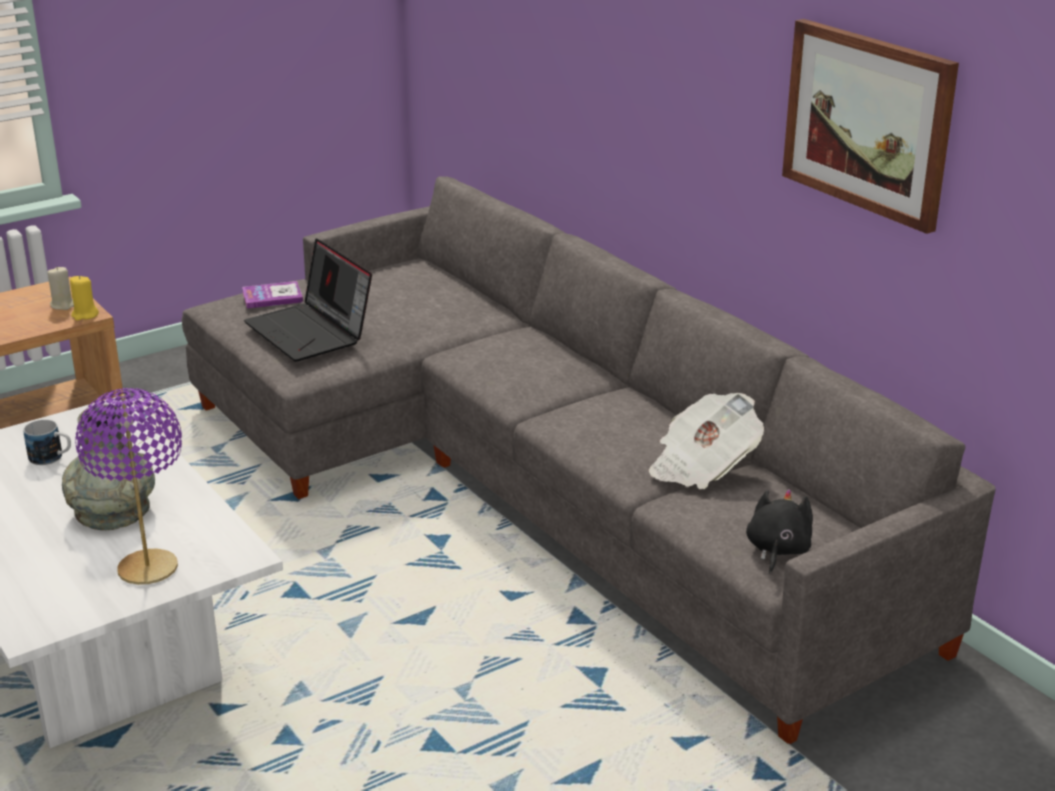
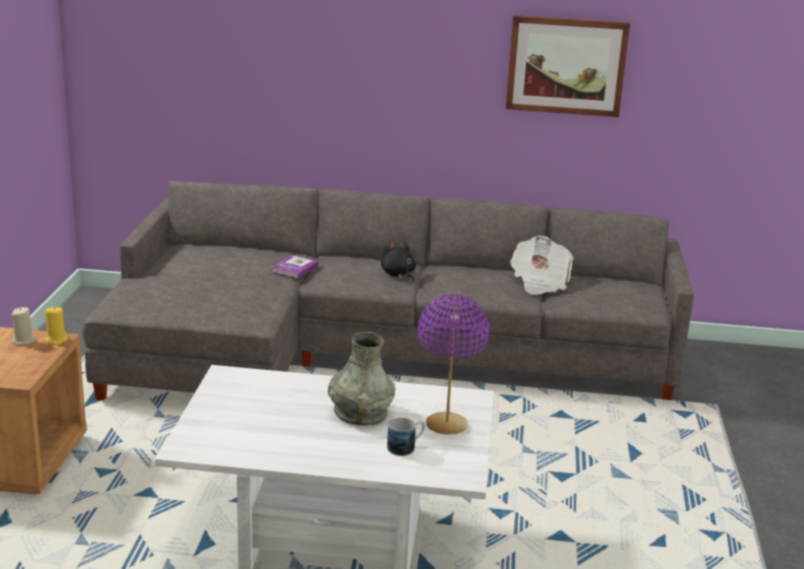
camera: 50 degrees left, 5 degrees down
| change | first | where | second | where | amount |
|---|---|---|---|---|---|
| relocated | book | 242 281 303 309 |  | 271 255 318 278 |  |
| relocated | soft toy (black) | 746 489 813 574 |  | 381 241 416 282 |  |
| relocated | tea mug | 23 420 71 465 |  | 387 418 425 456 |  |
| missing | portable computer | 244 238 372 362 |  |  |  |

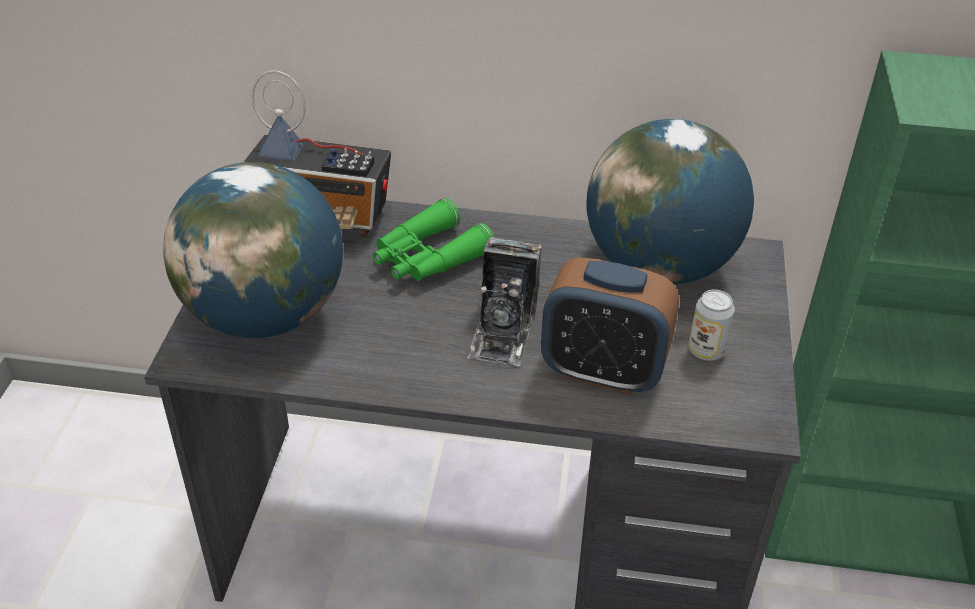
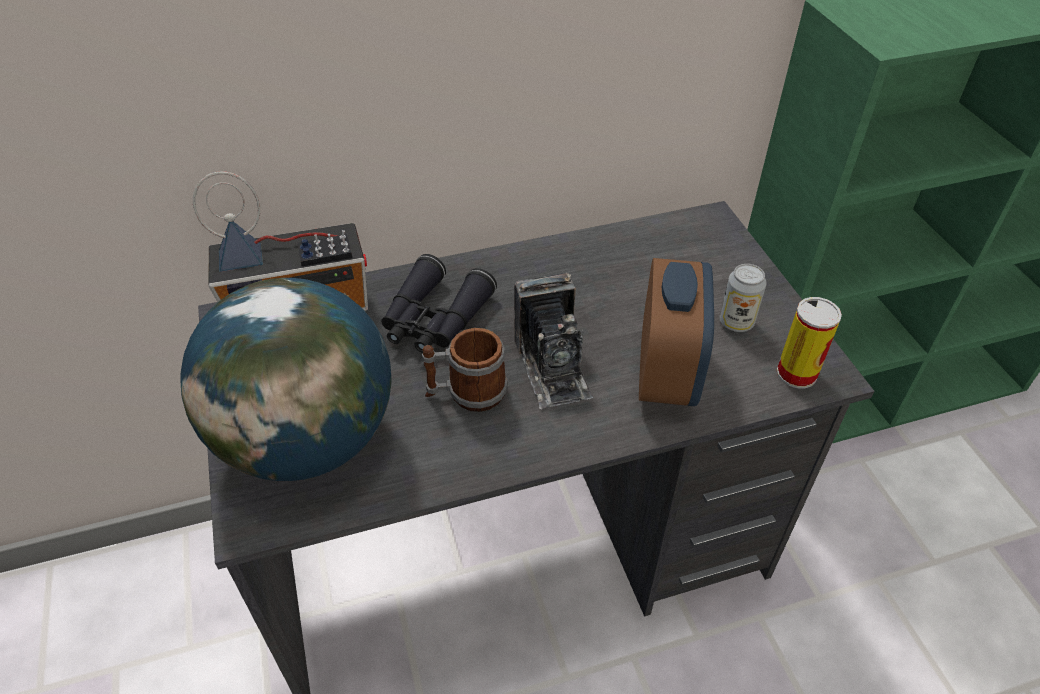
camera: 25 degrees left, 5 degrees up
| change | first | where | second | where | amount |
|---|---|---|---|---|---|
| colour | field glasses (green-coloured) | 373 198 495 281 | field glasses (black) | 381 254 497 353 |  |
| appeared |  |  | tea mug | 422 328 508 412 |  |
| spun | alarm clock | 541 257 679 394 |  | 639 258 714 406 | 75 degrees counterclockwise |
| appeared |  |  | can | 777 297 842 389 |  |
| missing | desk globe | 586 119 754 285 |  |  |  |

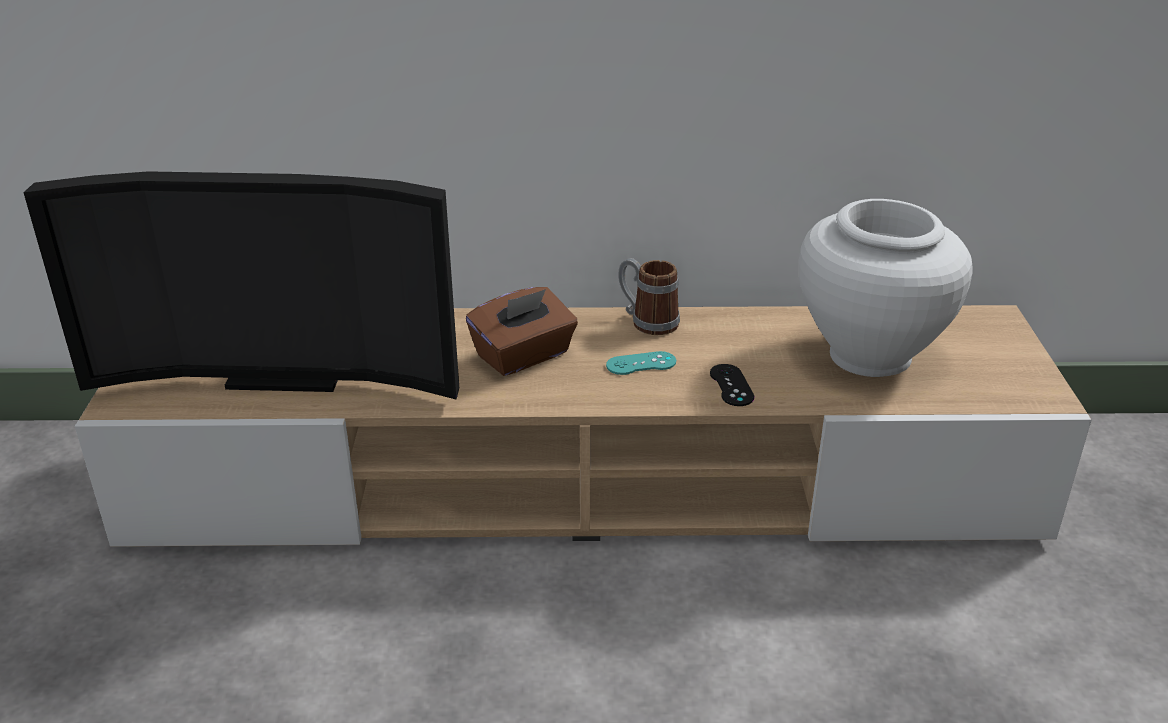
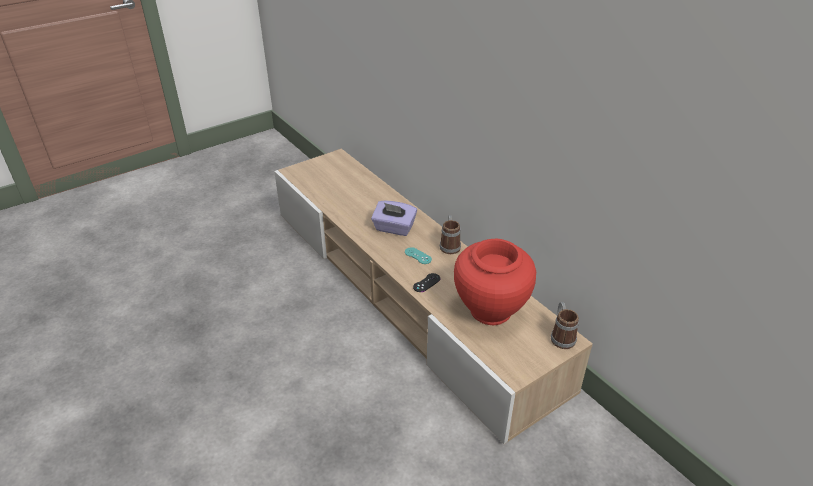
camera: 55 degrees right, 5 degrees up
| change | first | where | second | where | amount |
|---|---|---|---|---|---|
| colour | box of tissues (brown-coloured) | 466 287 578 376 | box of tissues (purple) | 371 200 417 236 |  |
| colour | flower vase (white-coloured) | 799 199 973 377 | flower vase (reddish) | 454 239 536 325 |  |
| appeared |  |  | tea mug | 551 302 579 349 |  |
| missing | TV set | 23 171 459 400 |  |  |  |

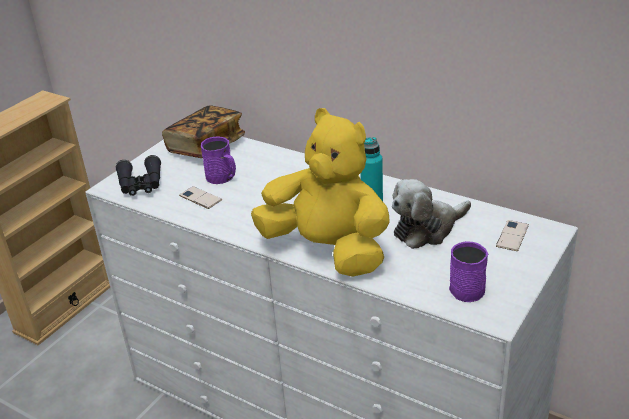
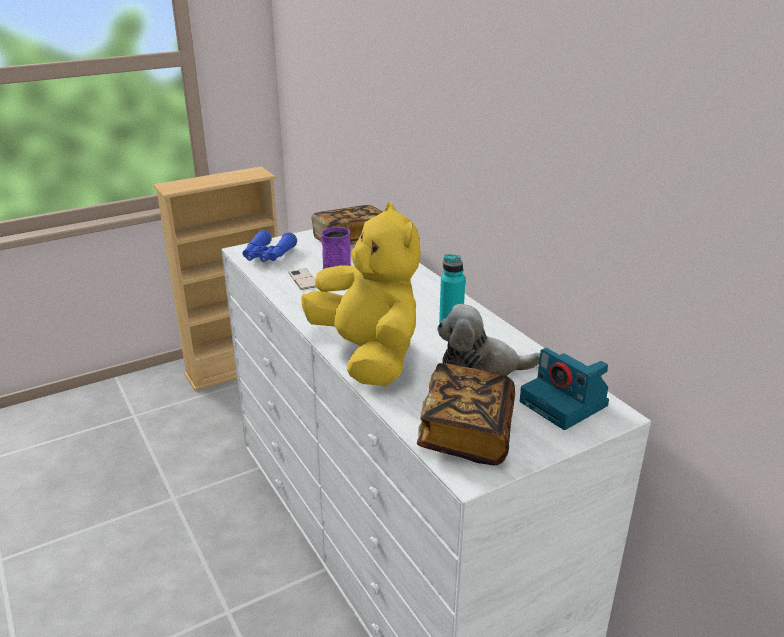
camera: 25 degrees right, 5 degrees down
| change | first | where | second | where | amount |
|---|---|---|---|---|---|
| colour | field glasses (black) | 116 155 161 196 | field glasses (blue) | 243 230 297 262 |  |
| exchanged | tea mug (purple) | 449 241 488 302 | book | 417 363 515 465 |  |
| exchanged | handset | 496 220 529 251 | still camera | 520 348 609 430 |  |

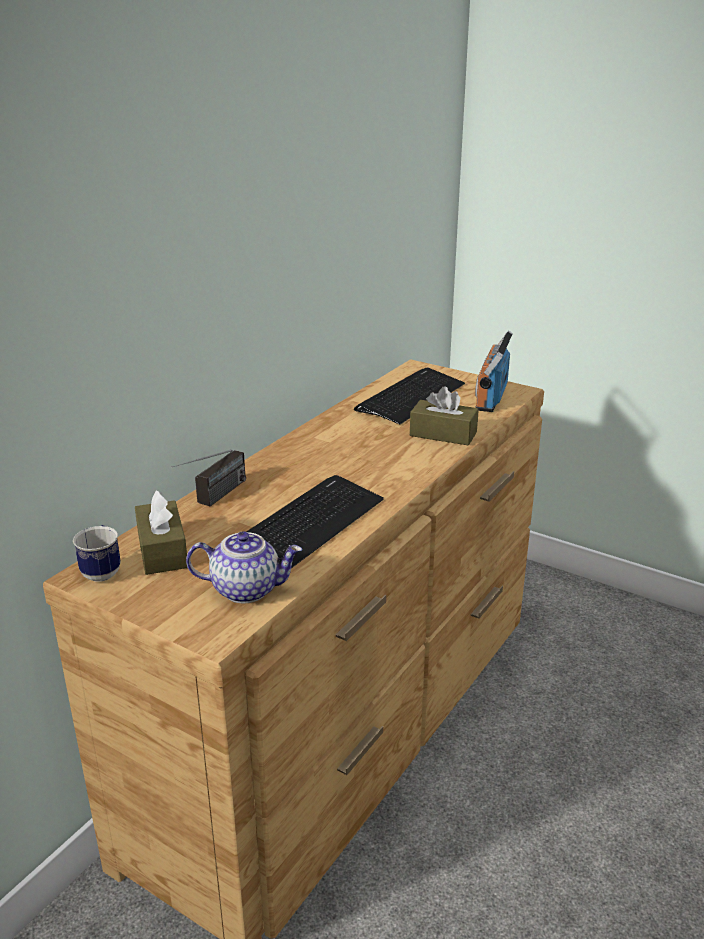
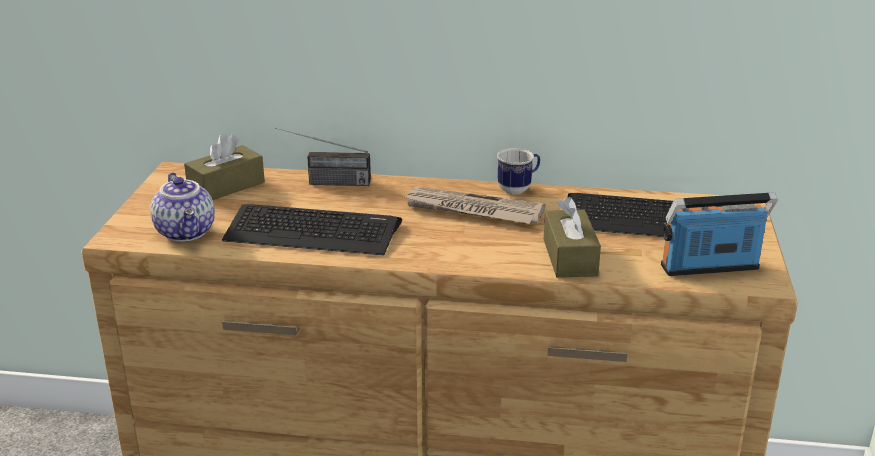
camera: 65 degrees right, 0 degrees up
| change | first | where | second | where | amount |
|---|---|---|---|---|---|
| appeared |  |  | daily paper | 403 187 545 224 |  |
| relocated | tea mug | 73 525 121 582 |  | 497 148 541 194 |  |

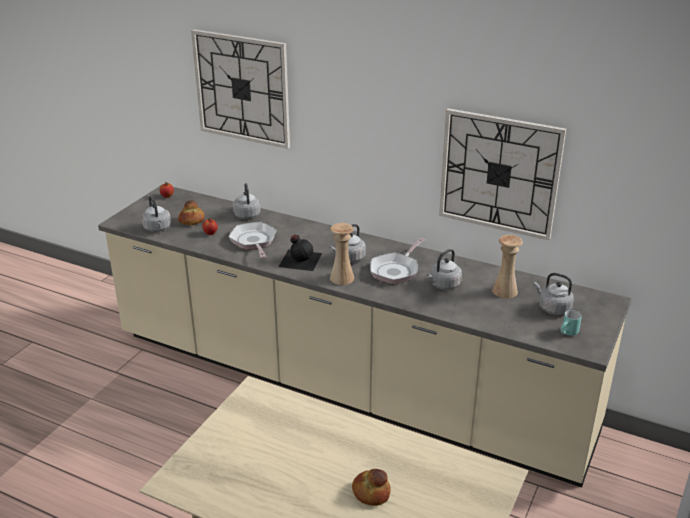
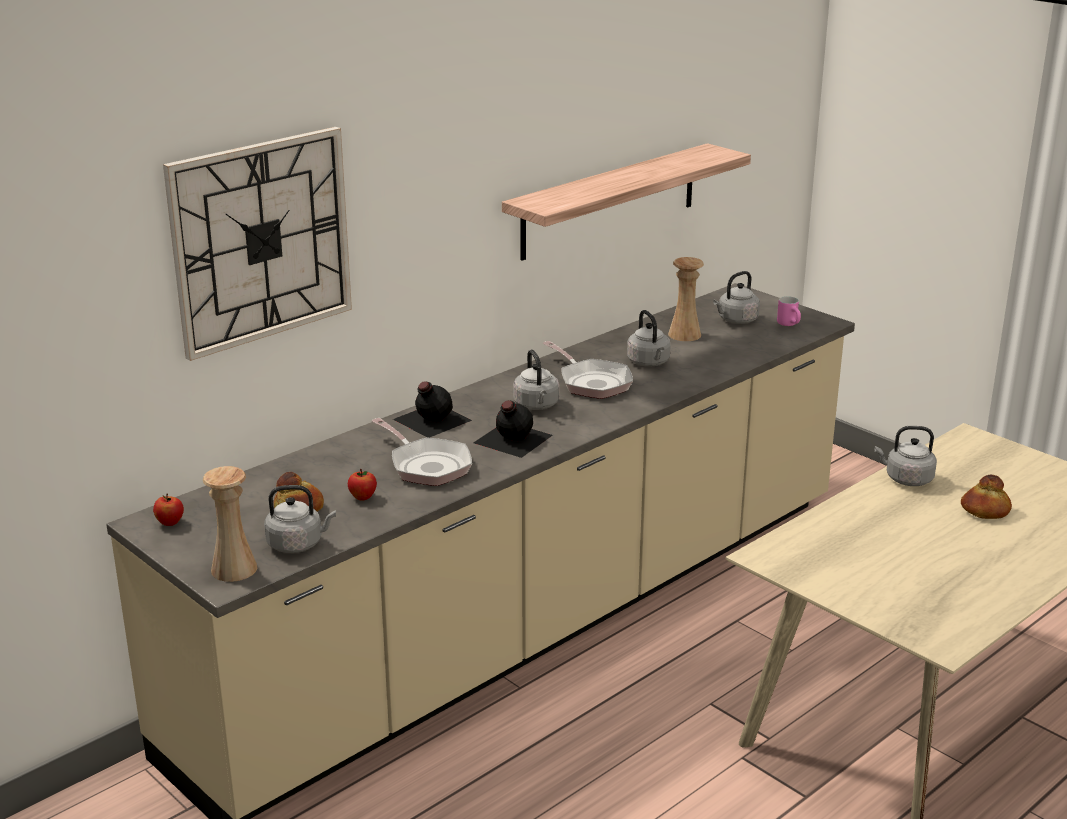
camera: 70 degrees left, 5 degrees down
| change | first | where | second | where | amount |
|---|---|---|---|---|---|
| relocated | flower vase (beige) | 330 223 354 285 |  | 203 466 257 582 |  |
| spun | frying pan | 229 222 277 258 |  | 372 418 472 486 | 135 degrees counterclockwise |
| appeared |  |  | bottle (black) | 393 381 472 438 |  |
| exchanged | clock on the wall | 439 108 566 240 | bracket shelf | 502 143 751 261 |  |
| colour | tea mug (blue-green) | 561 310 582 336 | tea mug (pink) | 777 296 801 326 |  |
| relocated | tea kettle (grey) | 233 183 260 219 |  | 874 426 937 486 |  |

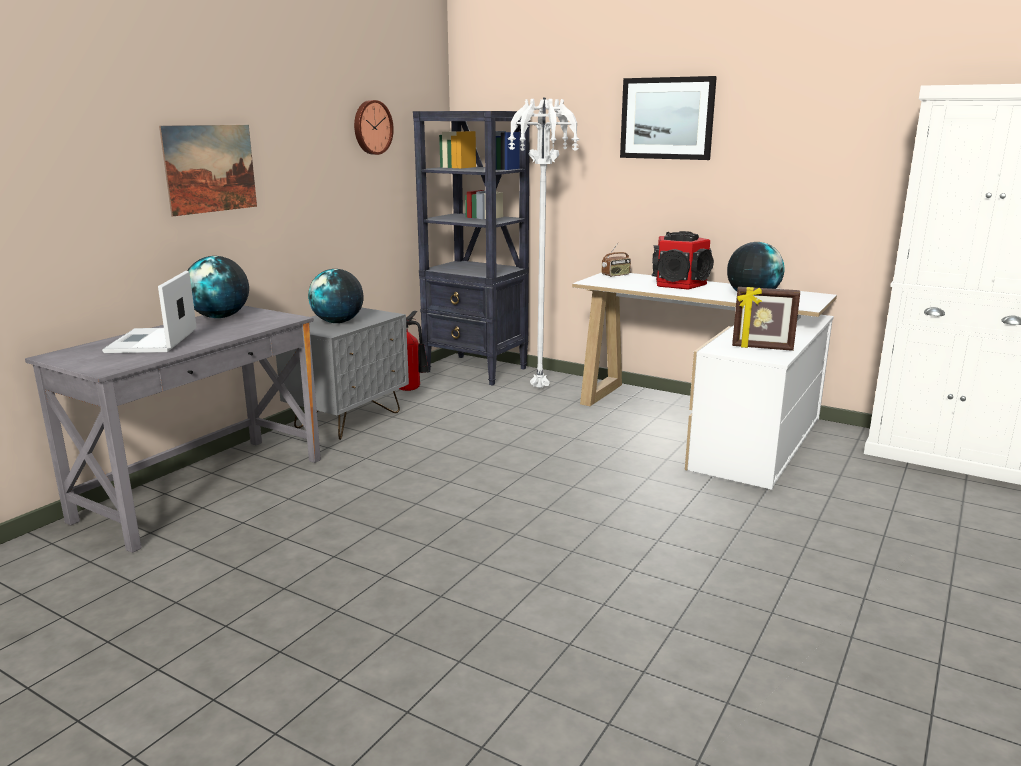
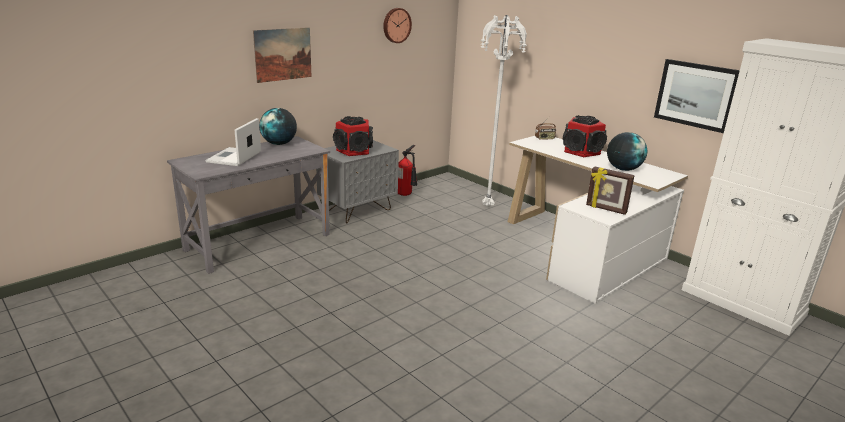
camera: 15 degrees right, 5 degrees up
| change | first | where | second | where | amount |
|---|---|---|---|---|---|
| exchanged | desk globe | 308 269 364 323 | speaker | 333 116 373 156 |  |
| relocated | picture | 620 76 717 160 |  | 654 59 740 133 |  |
| missing | bookshelf (black) | 413 111 530 386 |  |  |  |

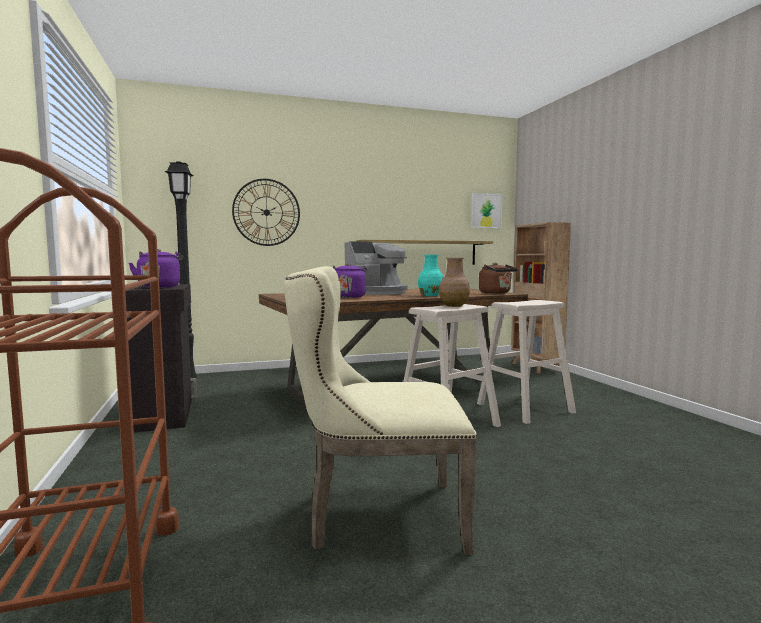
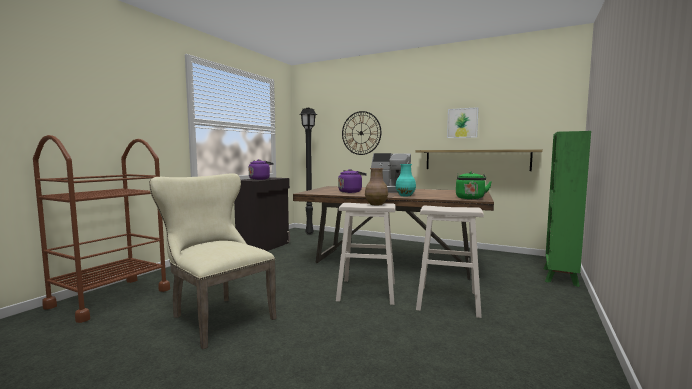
camera: 45 degrees right, 0 degrees up
| change | first | where | second | where | amount |
|---|---|---|---|---|---|
| relocated | picture | 471 193 503 228 |  | 447 107 479 138 |  |
| colour | tea kettle (brown-coloured) | 479 263 518 294 | tea kettle (green-coloured) | 456 172 492 199 |  |
| colour | bookshelf (brown-coloured) | 511 222 571 373 | bookshelf (green-coloured) | 543 131 591 287 |  |

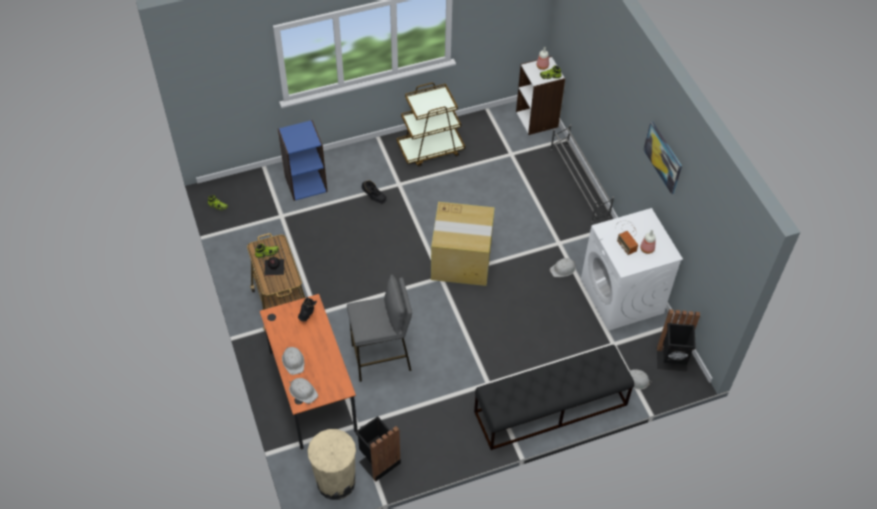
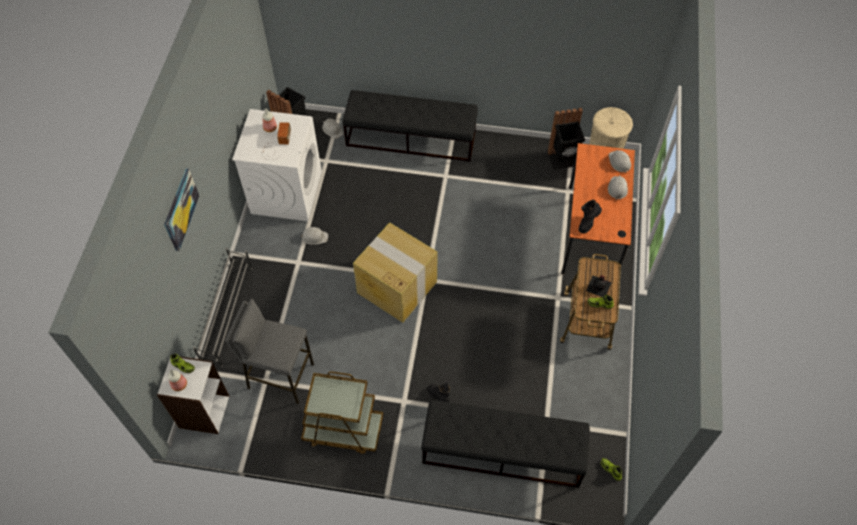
camera: 150 degrees left, 5 degrees up
| change | first | where | second | where | amount |
|---|---|---|---|---|---|
| relocated | picture | 643 122 682 194 |  | 164 169 199 251 |  |
| relocated | stool seat (grey) | 347 274 412 382 |  | 225 299 314 404 |  |
| exchanged | bookshelf (blue) | 278 120 327 201 | bench (black) | 421 400 590 488 |  |

